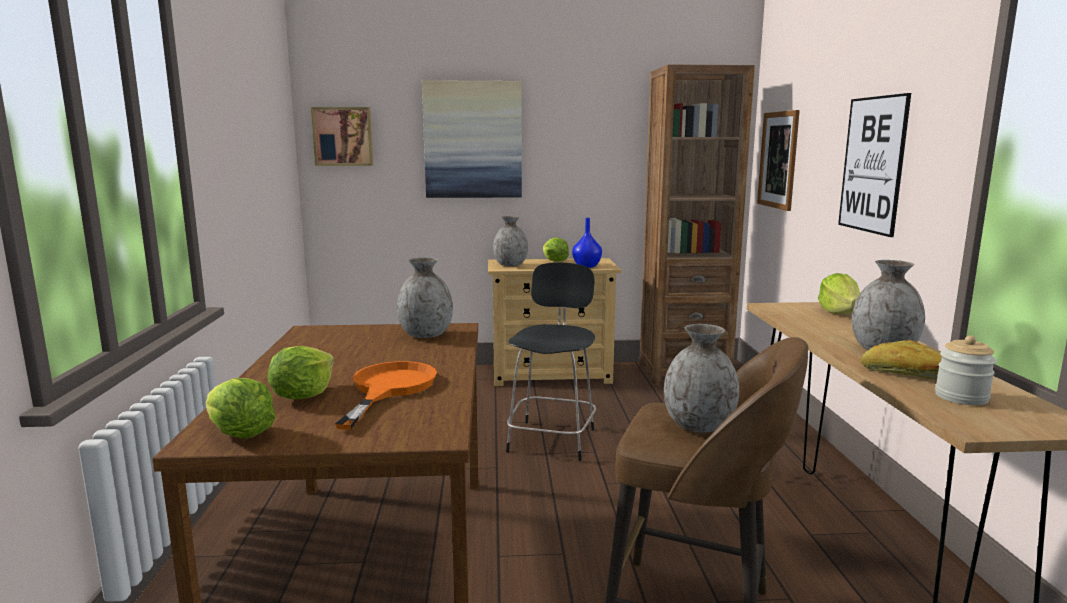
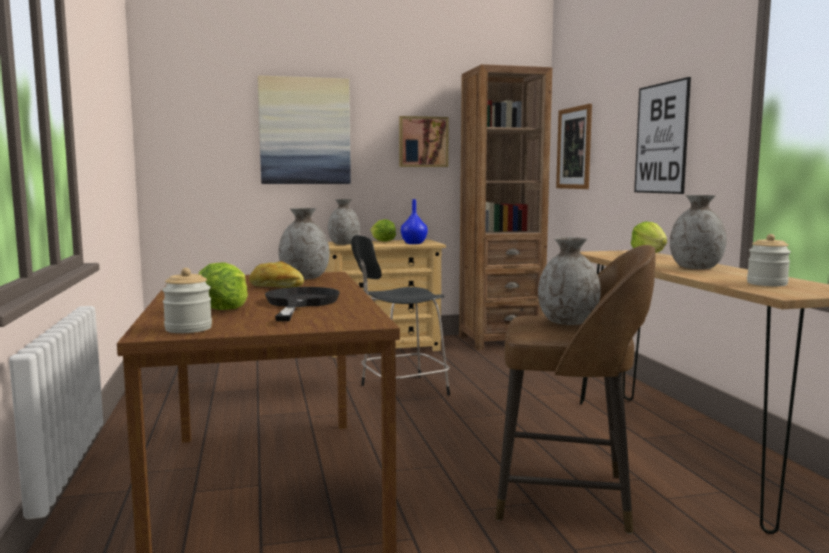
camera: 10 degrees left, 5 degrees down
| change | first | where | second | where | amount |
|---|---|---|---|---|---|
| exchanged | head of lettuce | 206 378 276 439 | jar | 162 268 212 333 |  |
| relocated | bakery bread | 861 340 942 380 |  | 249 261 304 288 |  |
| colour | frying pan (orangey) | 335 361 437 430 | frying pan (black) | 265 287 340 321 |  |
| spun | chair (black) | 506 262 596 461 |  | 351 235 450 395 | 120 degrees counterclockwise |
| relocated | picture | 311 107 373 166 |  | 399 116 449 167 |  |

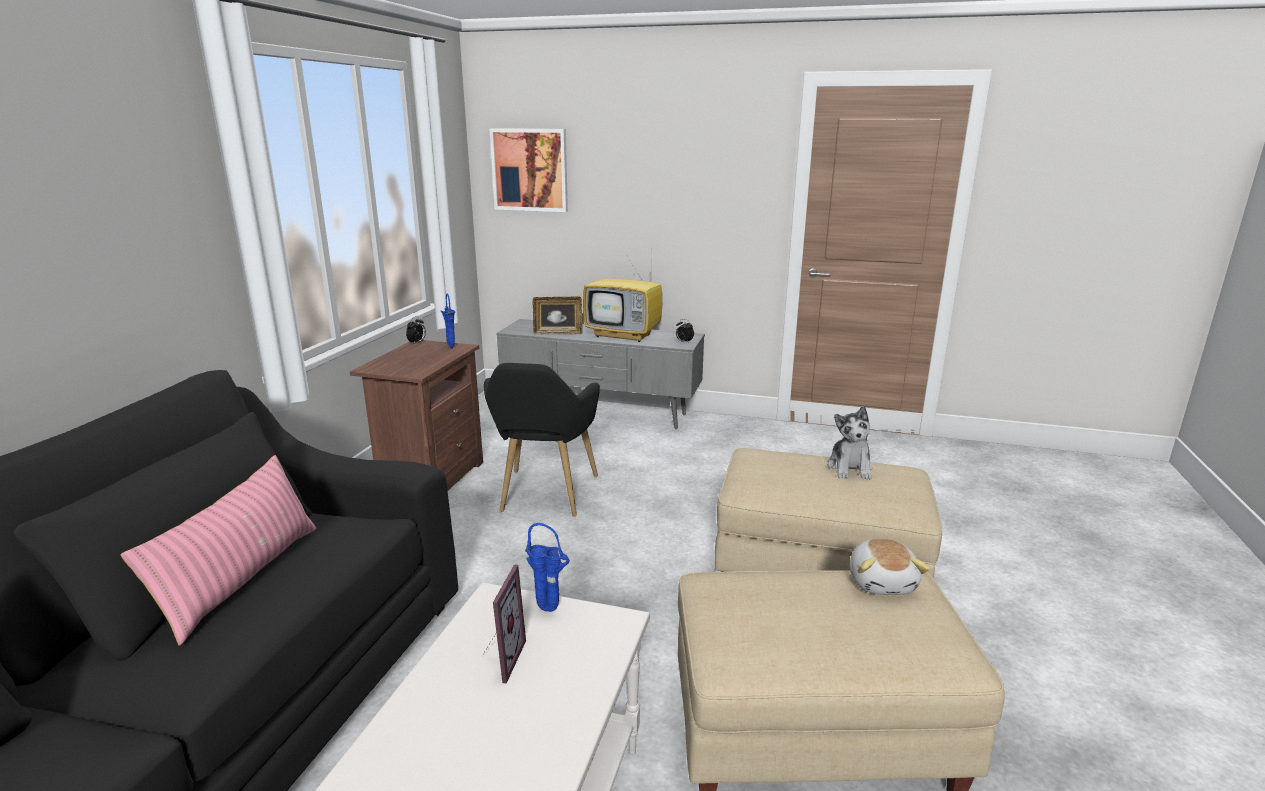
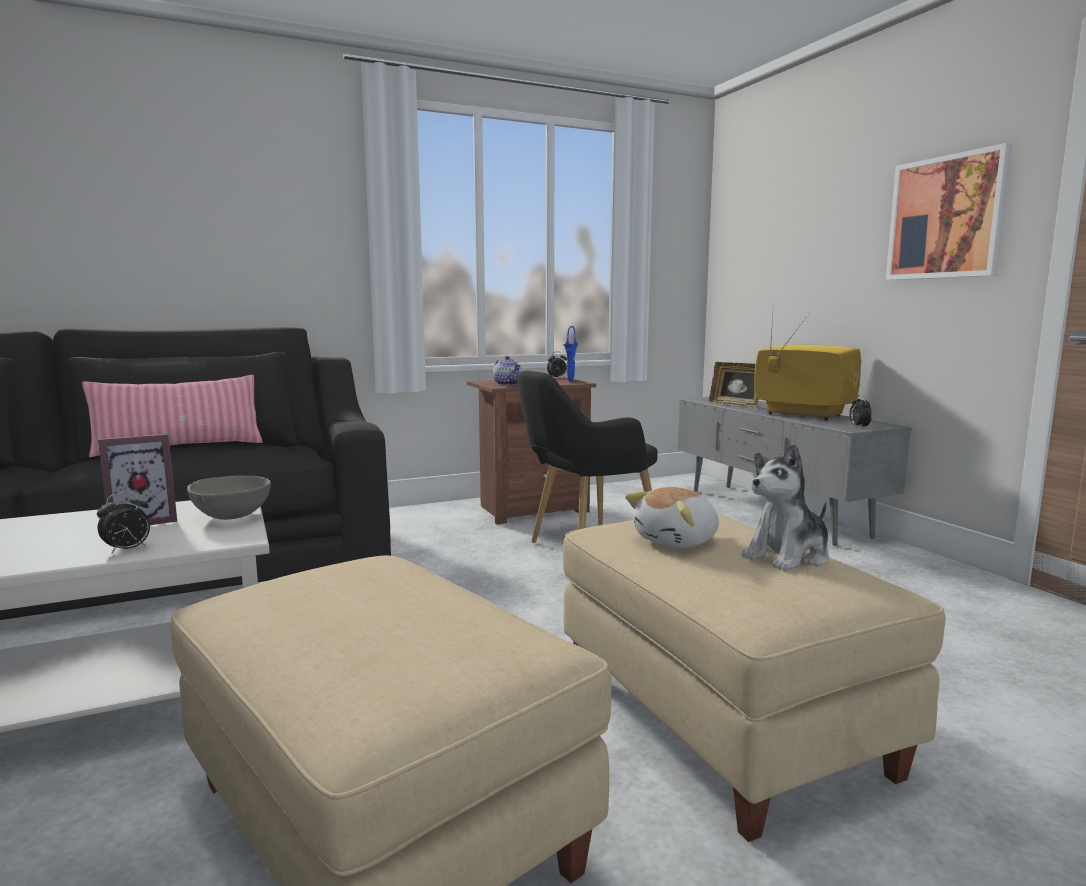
camera: 50 degrees right, 10 degrees down
| change | first | where | second | where | amount |
|---|---|---|---|---|---|
| appeared |  |  | alarm clock | 97 492 150 555 |  |
| exchanged | flower vase (blue) | 525 523 570 612 | serving bowl (grey) | 187 476 271 520 |  |
| appeared |  |  | teapot | 493 356 522 386 |  |
| relocated | soft toy | 850 539 930 595 |  | 625 487 719 548 |  |
| spun | TV set | 583 242 662 342 |  | 754 301 861 420 | 150 degrees clockwise |
| relocated | picture | 489 128 568 212 |  | 886 143 1012 280 |  |

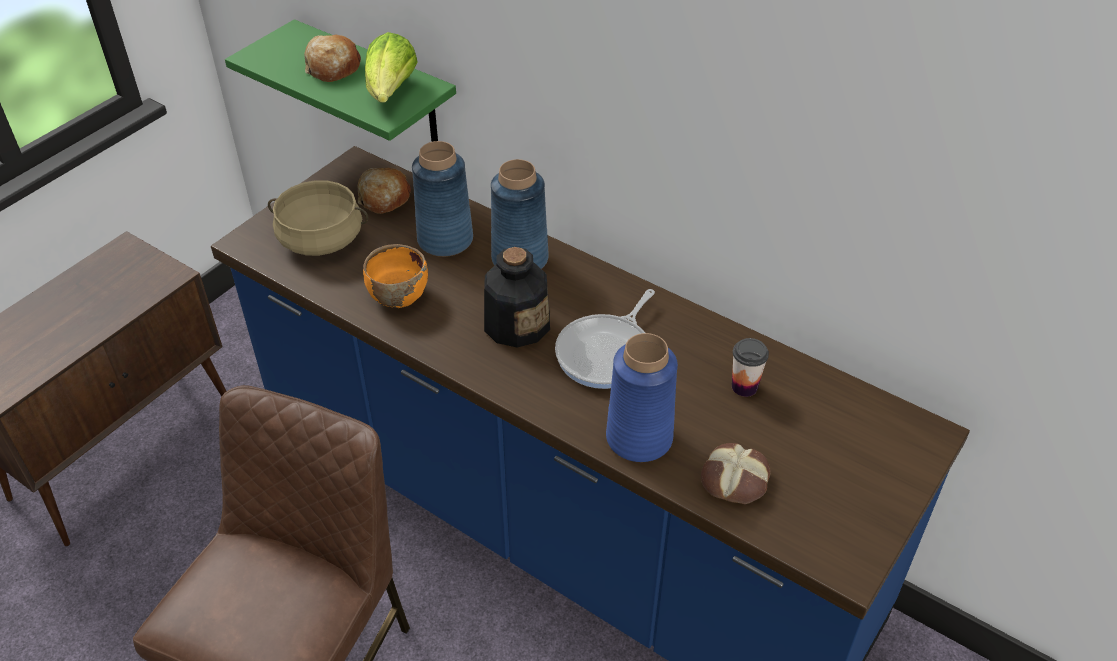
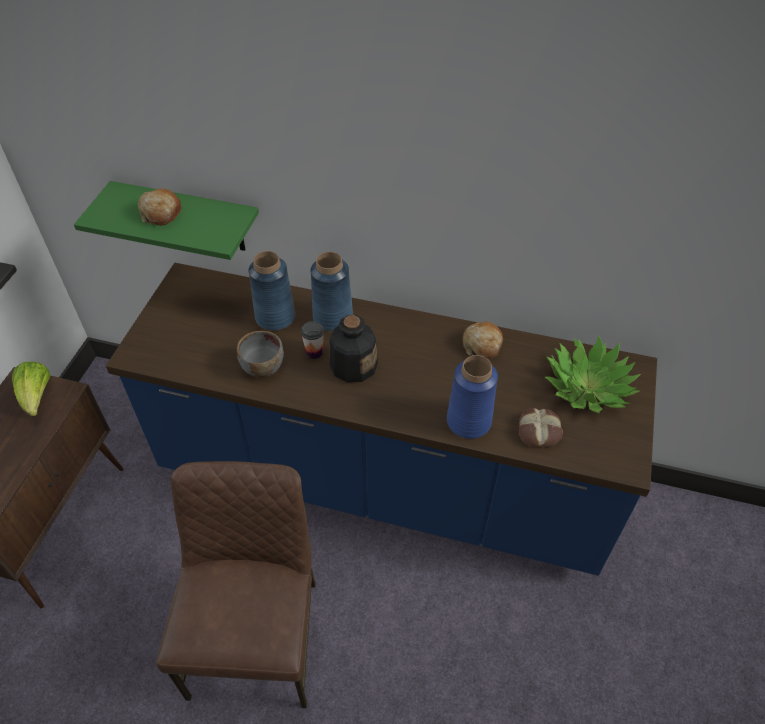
camera: 20 degrees left, 5 degrees up
| change | first | where | second | where | amount |
|---|---|---|---|---|---|
| relocated | head of lettuce | 365 32 418 103 |  | 12 361 50 416 |  |
| colour | serving bowl (orangey) | 363 244 428 308 | serving bowl (grey) | 237 331 284 377 |  |
| relocated | cup | 732 338 769 397 |  | 301 321 324 359 |  |
| relocated | bakery bread | 357 168 411 214 |  | 463 321 503 359 |  |
| appeared |  |  | potted plant | 544 336 641 414 |  |
| missing | stockpot (beige) | 268 180 369 256 |  |  |  |
| missing | frying pan | 555 289 655 389 |  |  |  |

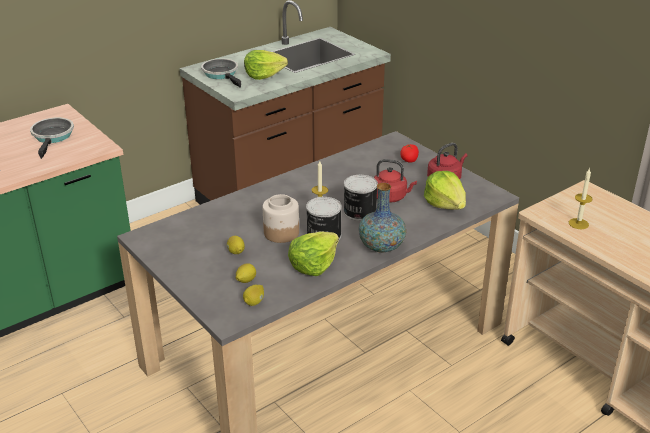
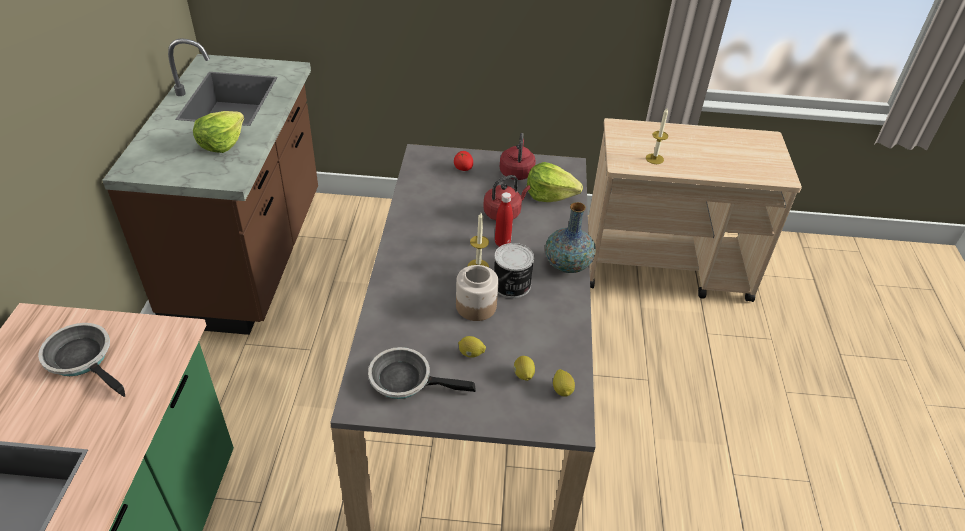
camera: 50 degrees left, 10 degrees up
| change | first | where | second | where | amount |
|---|---|---|---|---|---|
| relocated | frying pan | 201 58 241 88 |  | 368 347 476 399 |  |
| exchanged | can | 343 175 378 221 | bottle (reddish) | 495 192 513 247 |  |
| missing | head of lettuce | 288 231 339 276 |  |  |  |

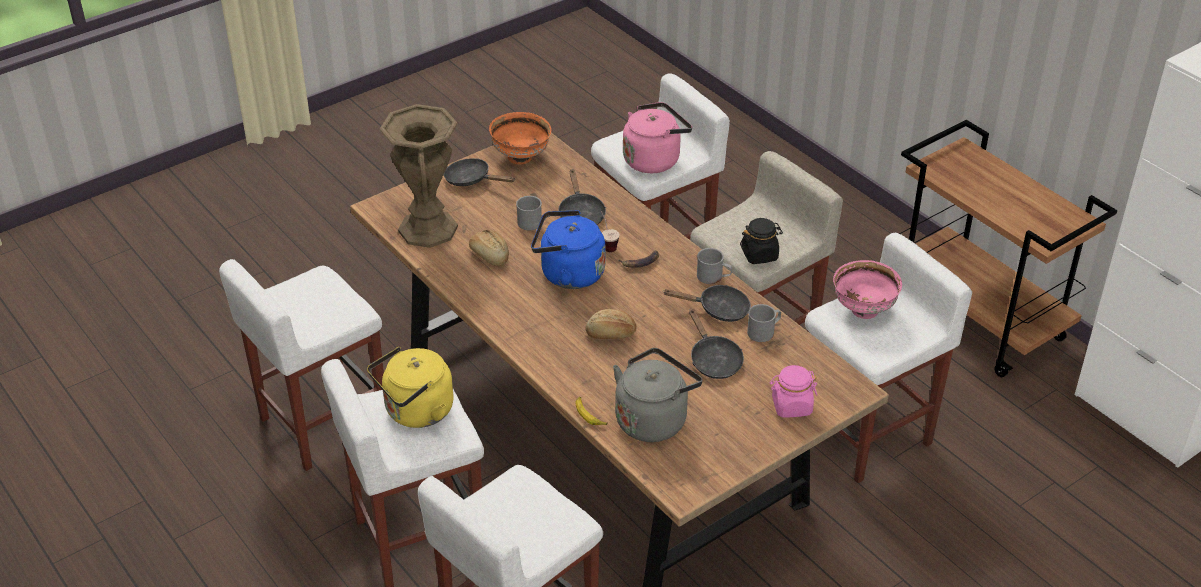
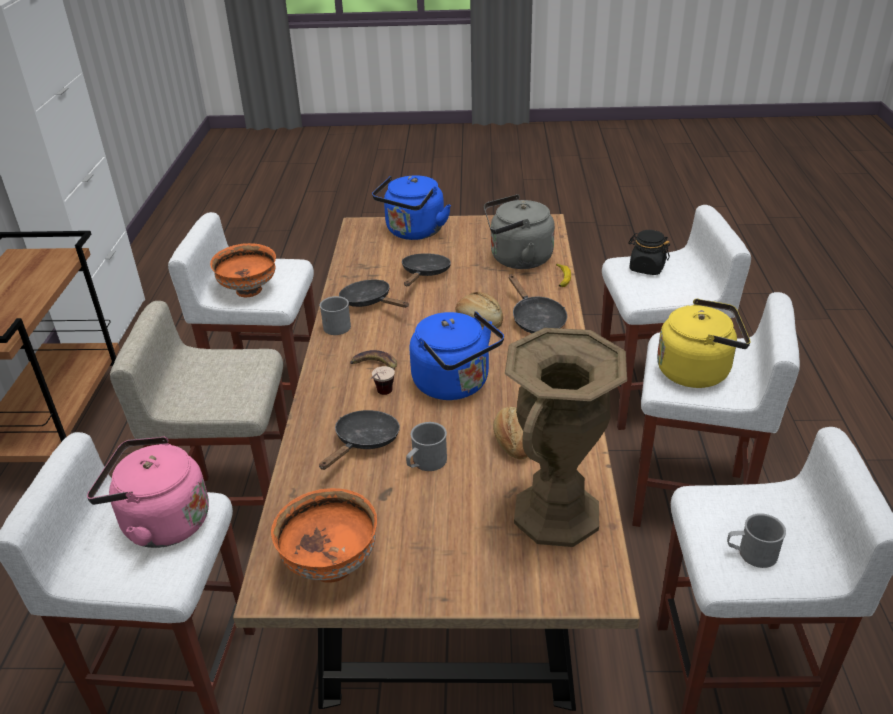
camera: 140 degrees left, 5 degrees down
| change | first | where | second | where | amount |
|---|---|---|---|---|---|
| colour | serving bowl (pink) | 833 260 902 319 | serving bowl (orangey) | 210 243 276 297 |  |
| exchanged | jar (pink) | 770 365 817 418 | tea kettle (blue) | 372 175 451 240 |  |
| relocated | frying pan (black) | 444 158 515 186 |  | 509 274 567 333 |  |
| relocated | jar (black) | 740 218 783 264 |  | 628 230 670 275 |  |
| relocated | tea mug (grey) | 747 304 781 342 |  | 727 513 786 568 |  |

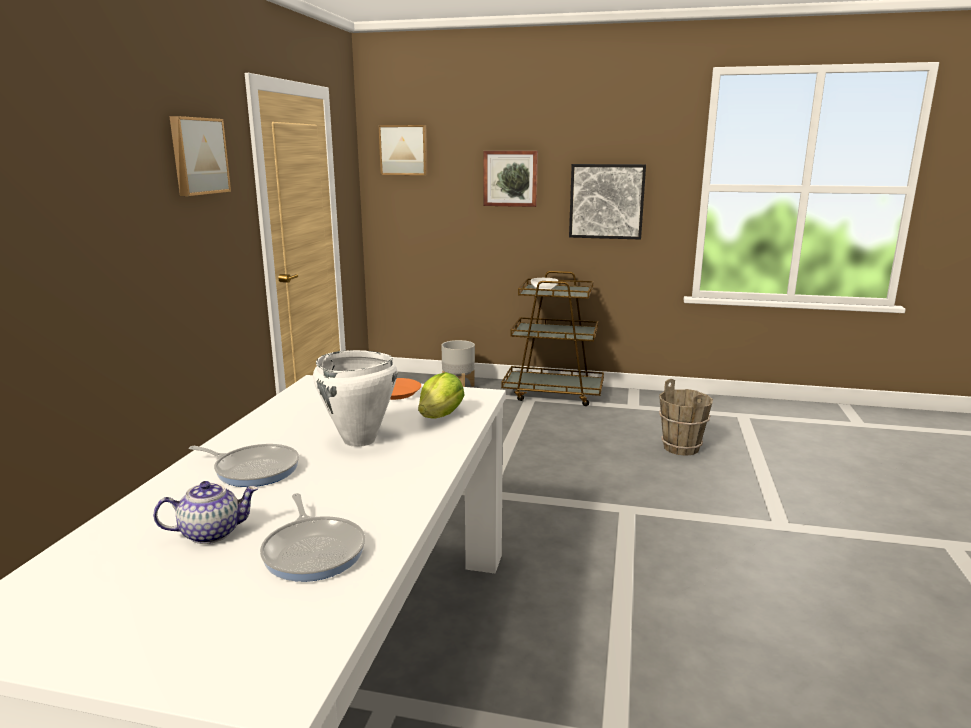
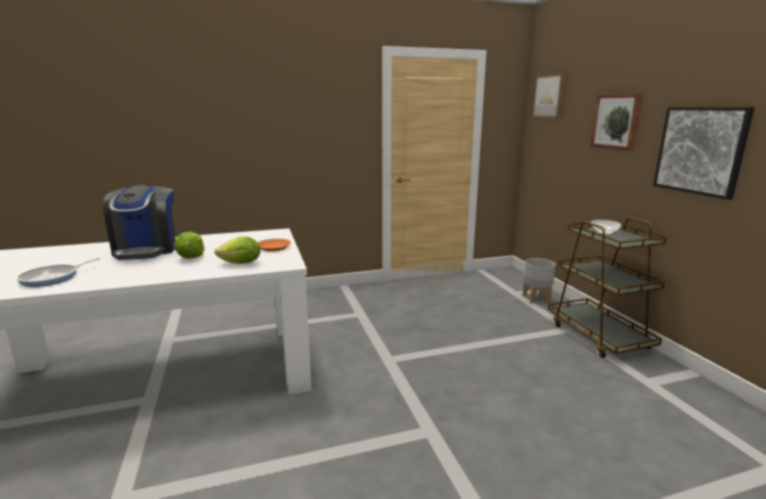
camera: 60 degrees right, 0 degrees up
| change | first | where | second | where | amount |
|---|---|---|---|---|---|
| exchanged | frying pan | 189 444 299 487 | coffee brewer | 103 185 176 260 |  |
| exchanged | stockpot (white-coloured) | 313 350 397 447 | head of lettuce | 174 232 205 259 |  |
| missing | teapot | 153 481 258 544 |  |  |  |
| missing | picture | 169 116 231 196 |  |  |  |
| missing | bucket (brown-coloured) | 659 379 713 456 |  |  |  |

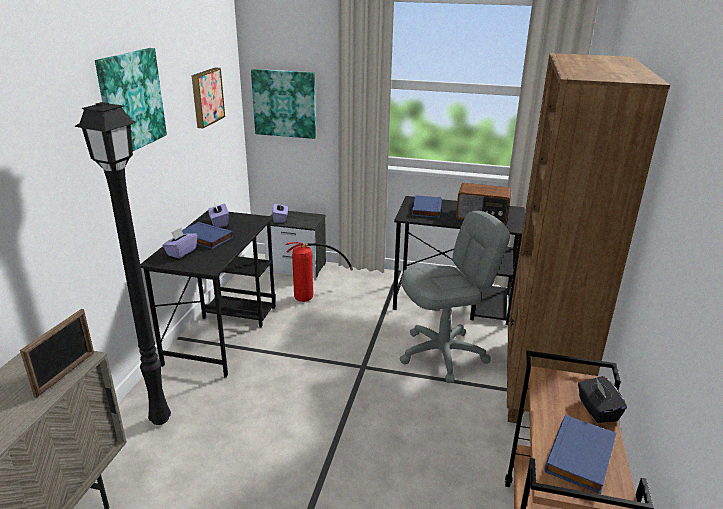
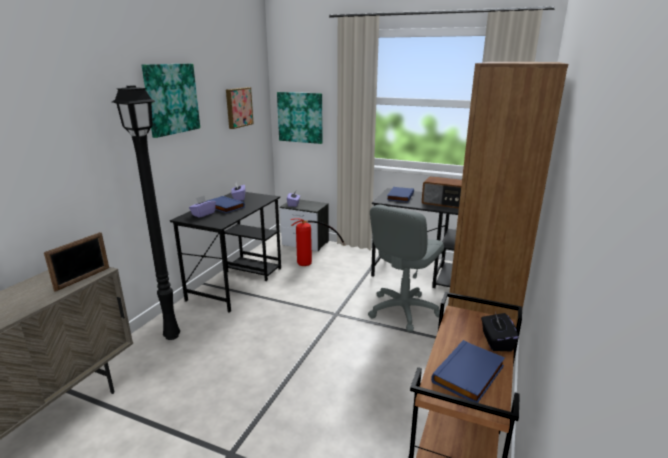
camera: 10 degrees right, 5 degrees down
| change | first | where | second | where | amount |
|---|---|---|---|---|---|
| spun | computer chair (grey) | 400 211 510 383 |  | 368 205 444 332 | 135 degrees clockwise |

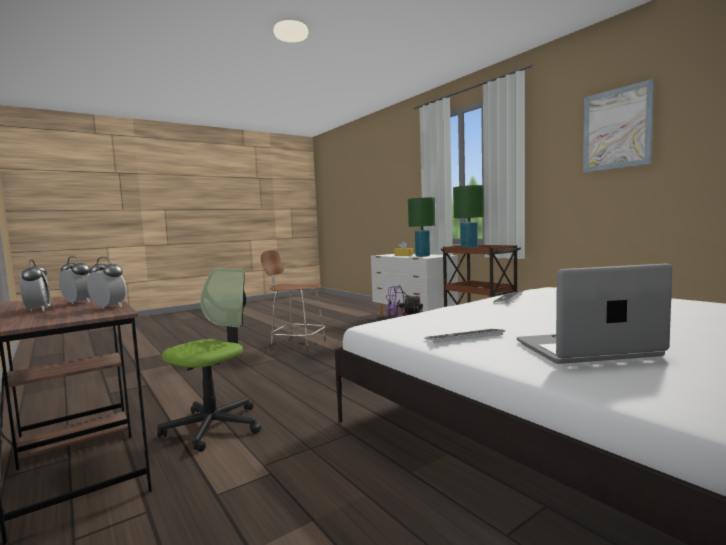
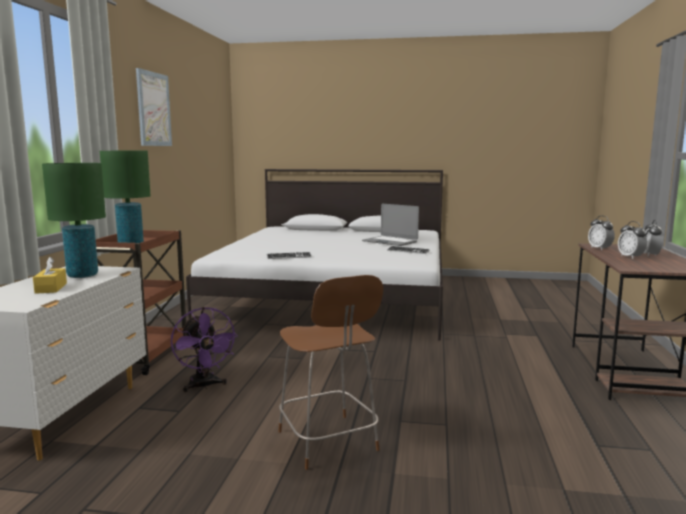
camera: 135 degrees left, 5 degrees up
| change | first | where | second | where | amount |
|---|---|---|---|---|---|
| missing | computer chair | 157 268 261 452 |  |  |  |

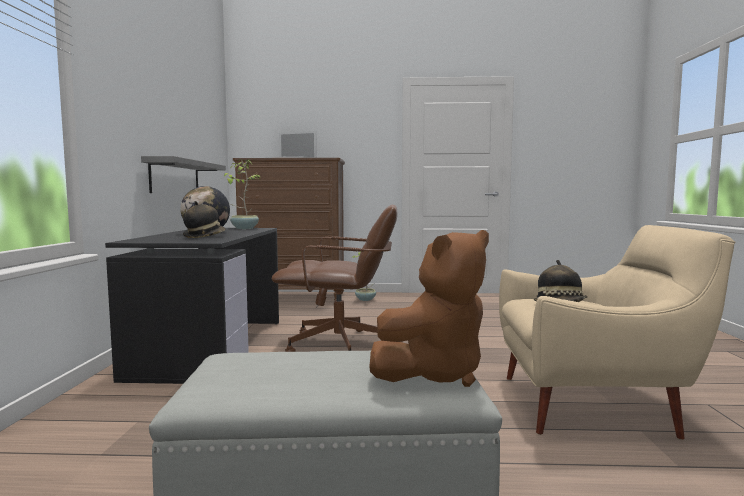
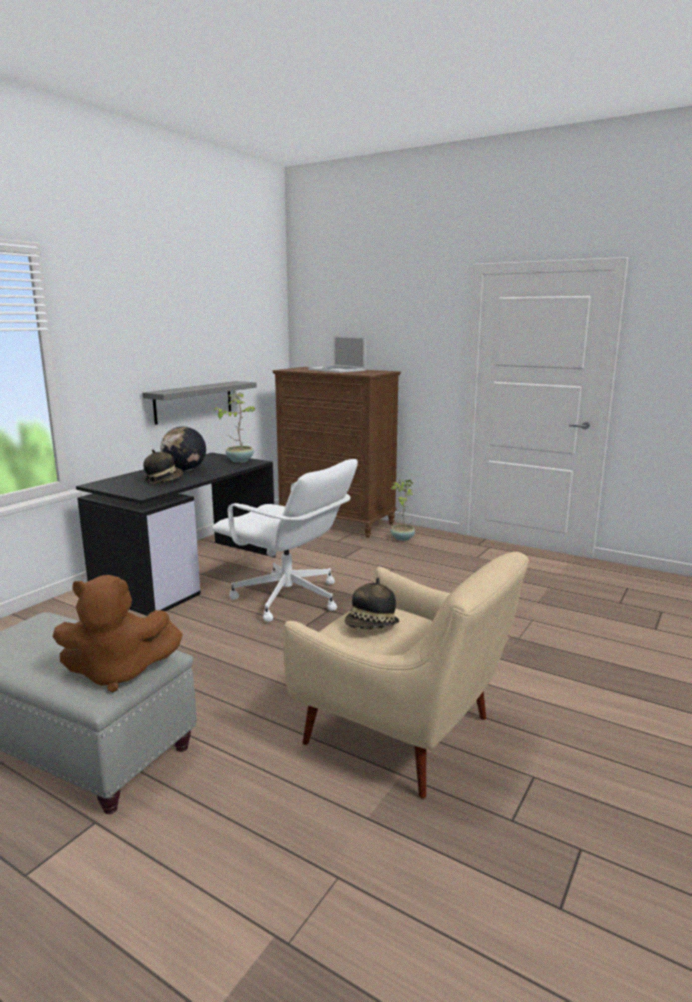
camera: 30 degrees right, 10 degrees up
| change | first | where | second | where | amount |
|---|---|---|---|---|---|
| colour | computer chair (brown-coloured) | 271 205 398 352 | computer chair (white-coloured) | 212 459 358 622 |  |

